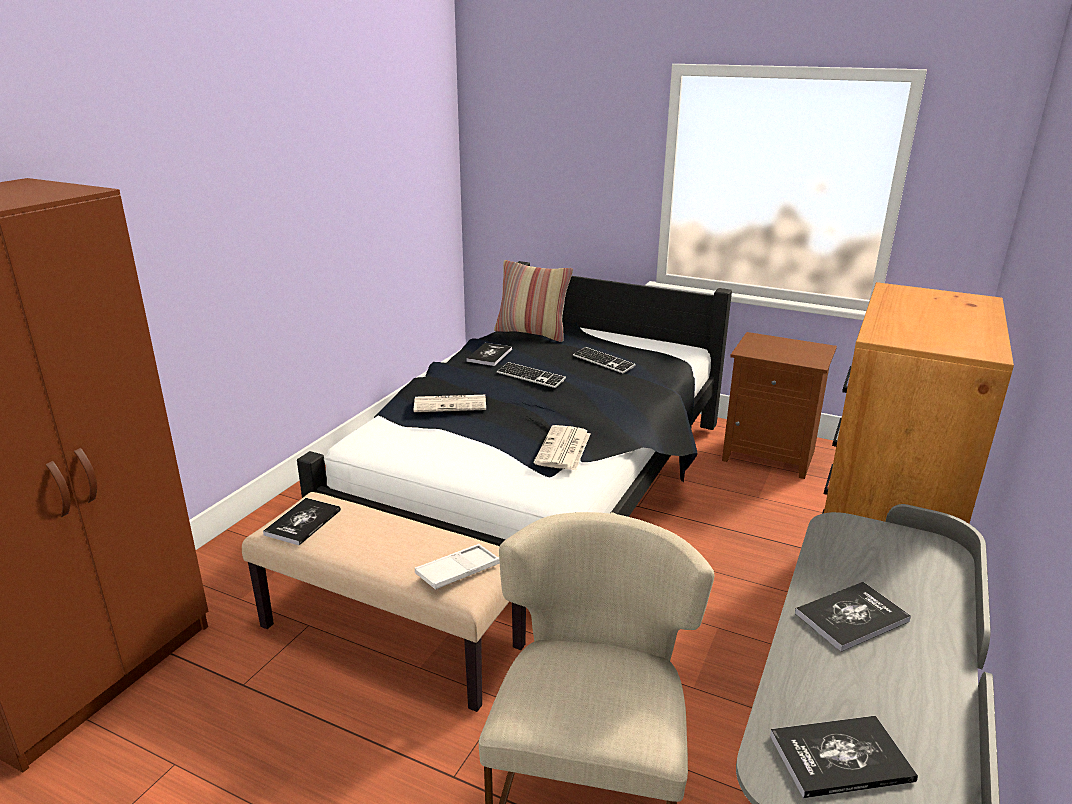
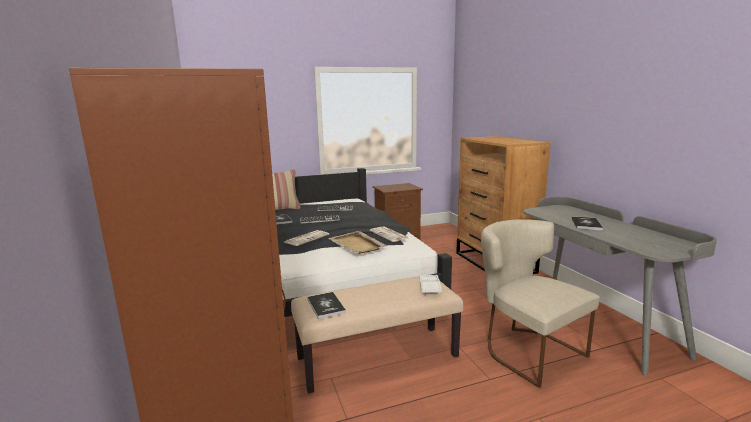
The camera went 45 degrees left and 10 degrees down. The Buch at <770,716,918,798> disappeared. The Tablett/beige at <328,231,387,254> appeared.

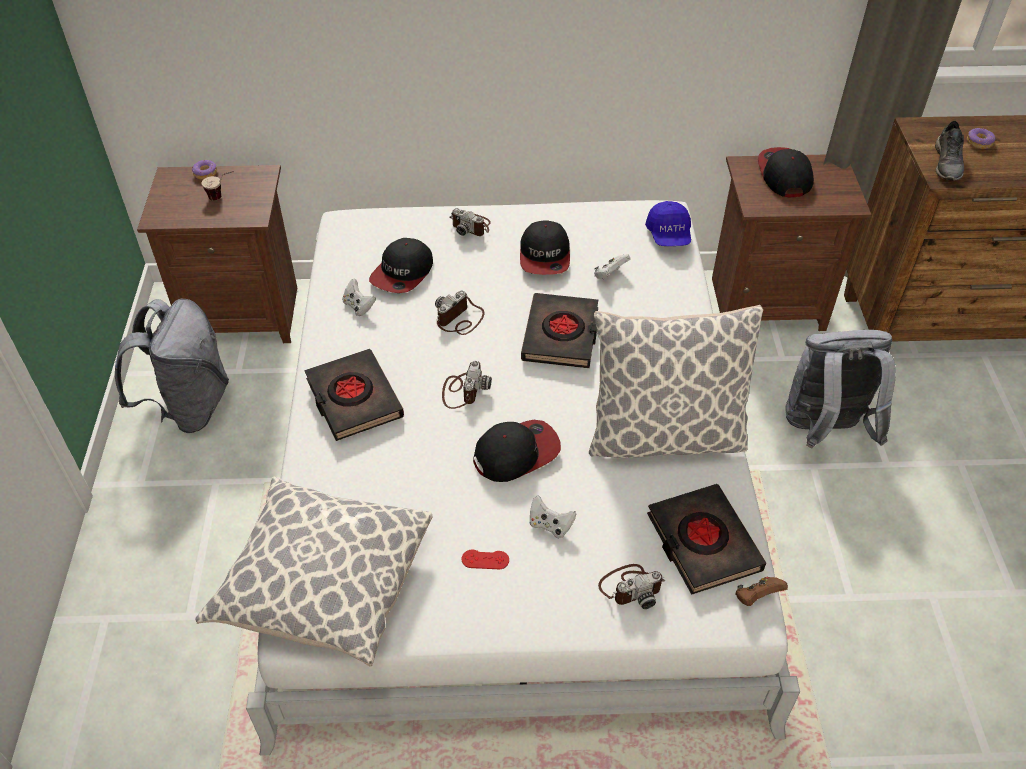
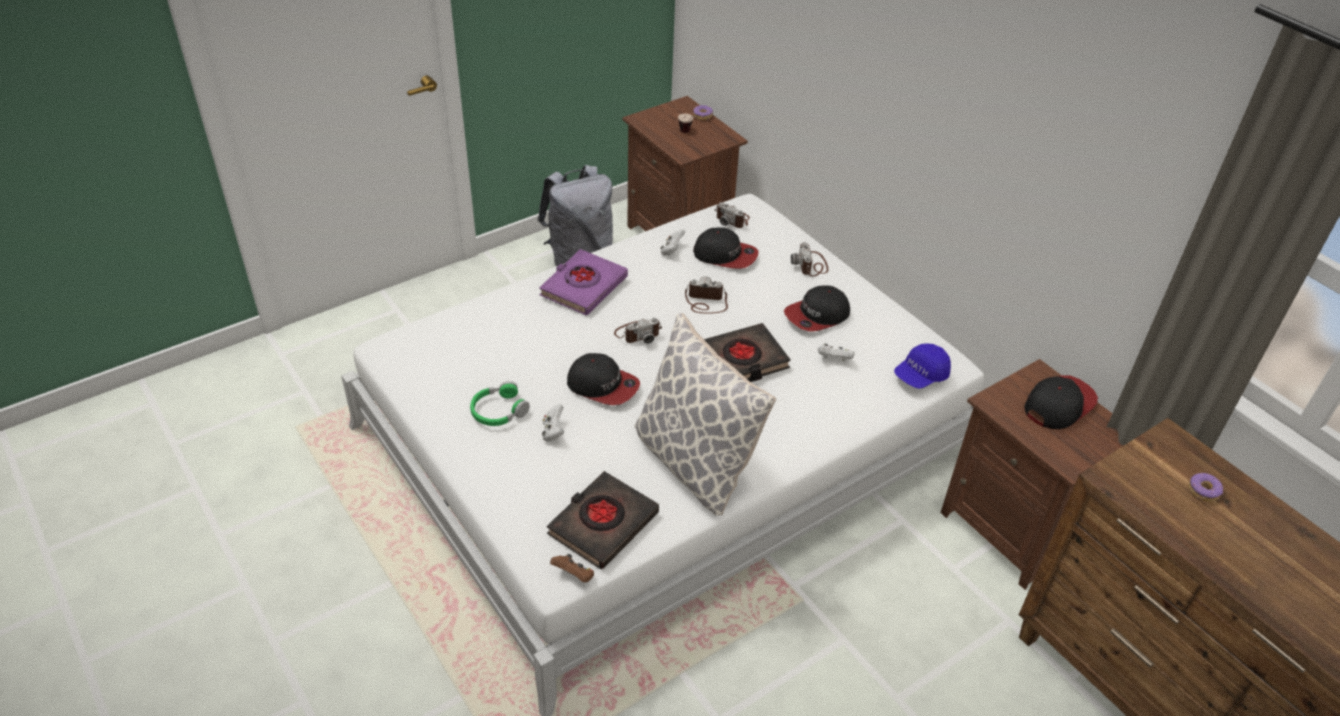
The camera went 55 degrees right and 5 degrees down. The Kissen at <195,477,433,667> disappeared. The Buch/schwarz at <304,349,404,441> became the Buch/lila at <539,249,628,316>. The Kappe at <369,238,433,293> turned 150 degrees counterclockwise. The Gamepad/rot at <462,550,509,569> was replaced by the Kopfhörer/grün at <470,381,530,426>. The Kamera moved from <598,564,665,609> to <715,202,750,228>. The Rucksack/grau at <785,330,896,448> disappeared. The Schuh/grau at <935,121,964,181> disappeared.

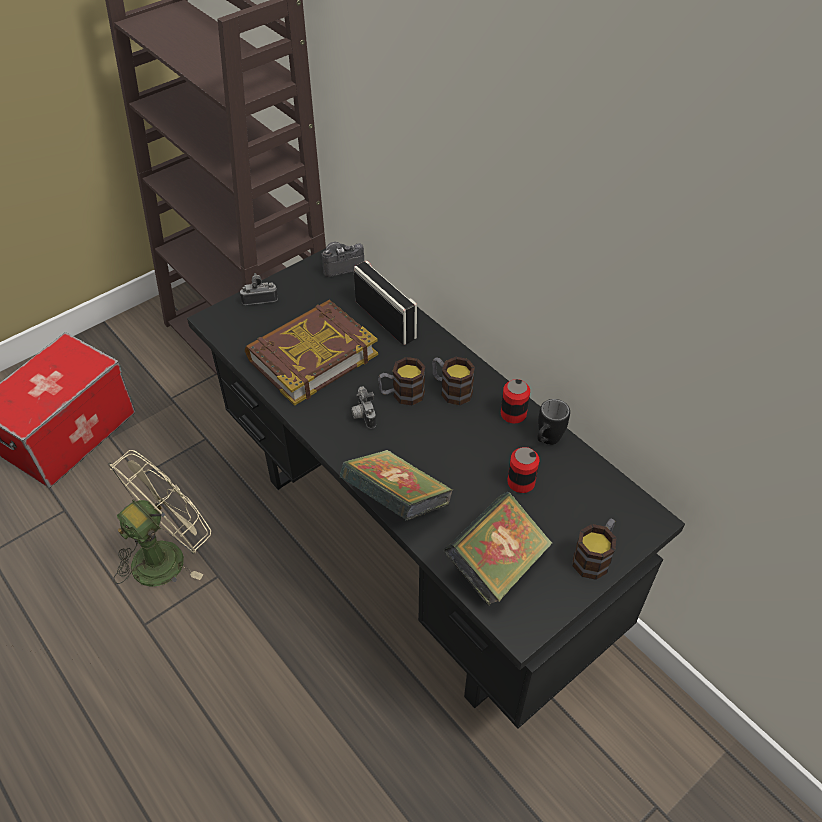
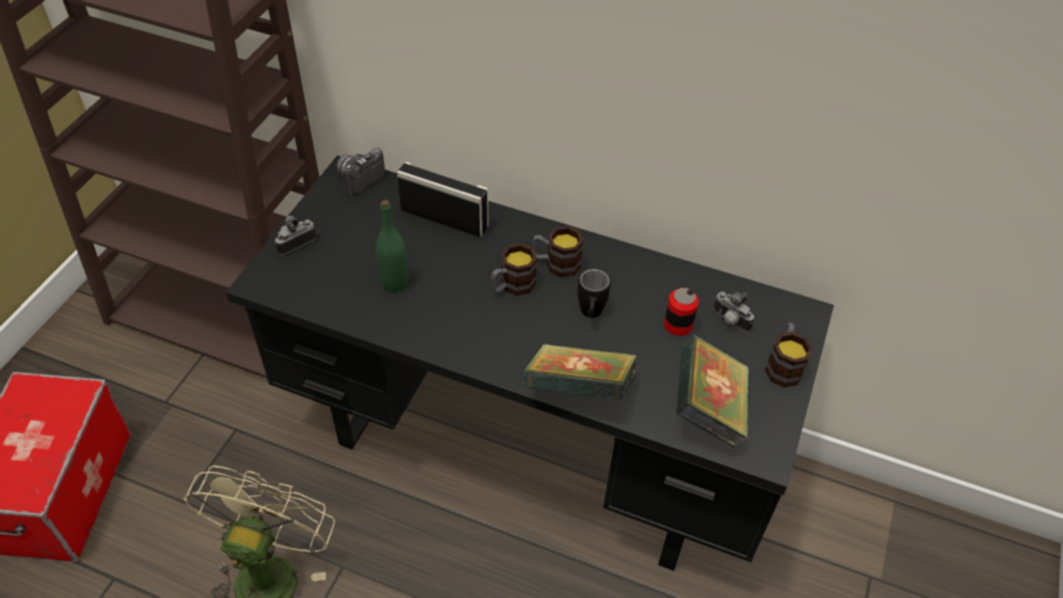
The camera went 30 degrees left and 0 degrees up. The Buch at <245,299,378,406> was replaced by the Flasche/grün at <376,200,408,292>. The Kamera moved from <351,386,376,429> to <713,292,754,332>. The Dose at <501,379,530,423> disappeared. The Henkelbecher/schwarz moved from <537,399,570,445> to <578,269,611,318>.

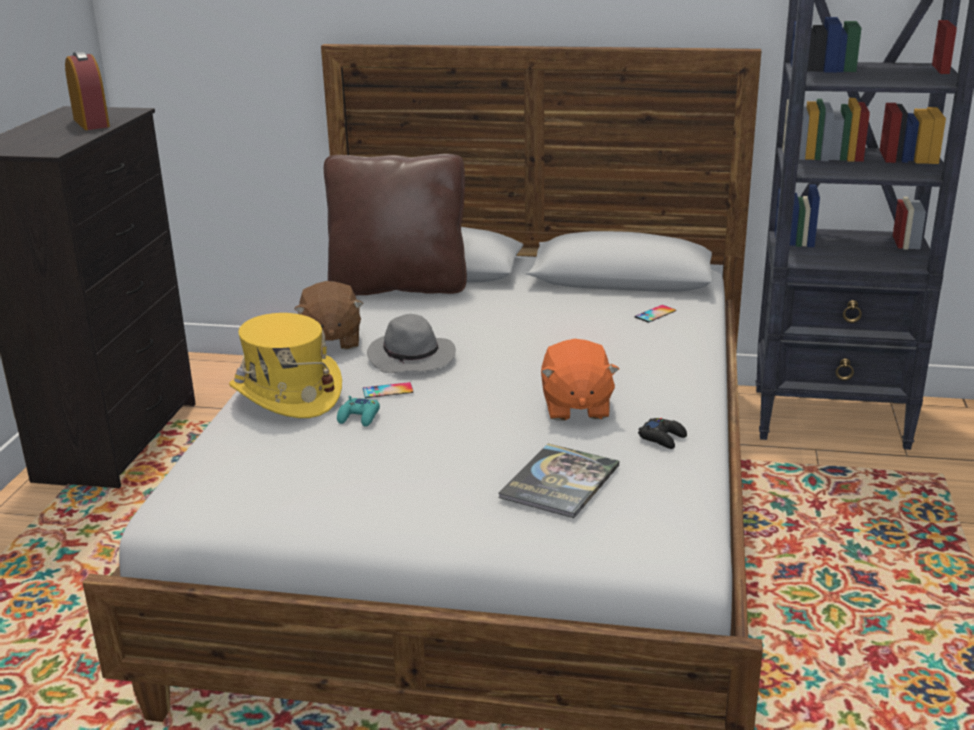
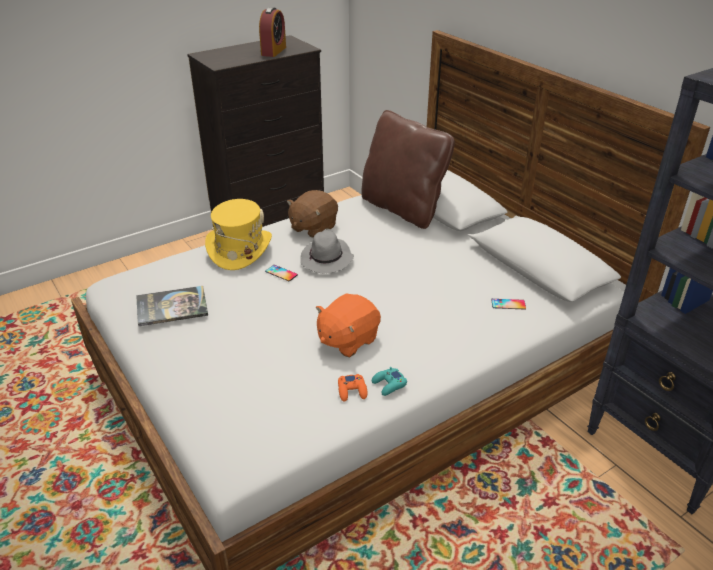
The camera went 45 degrees right and 10 degrees up. The Gamepad/türkis moved from <337,396,380,427> to <372,367,407,396>. The Buch moved from <498,444,619,518> to <136,286,208,326>. The Gamepad/schwarz at <638,418,687,449> became the Gamepad/orange at <338,374,368,402>.

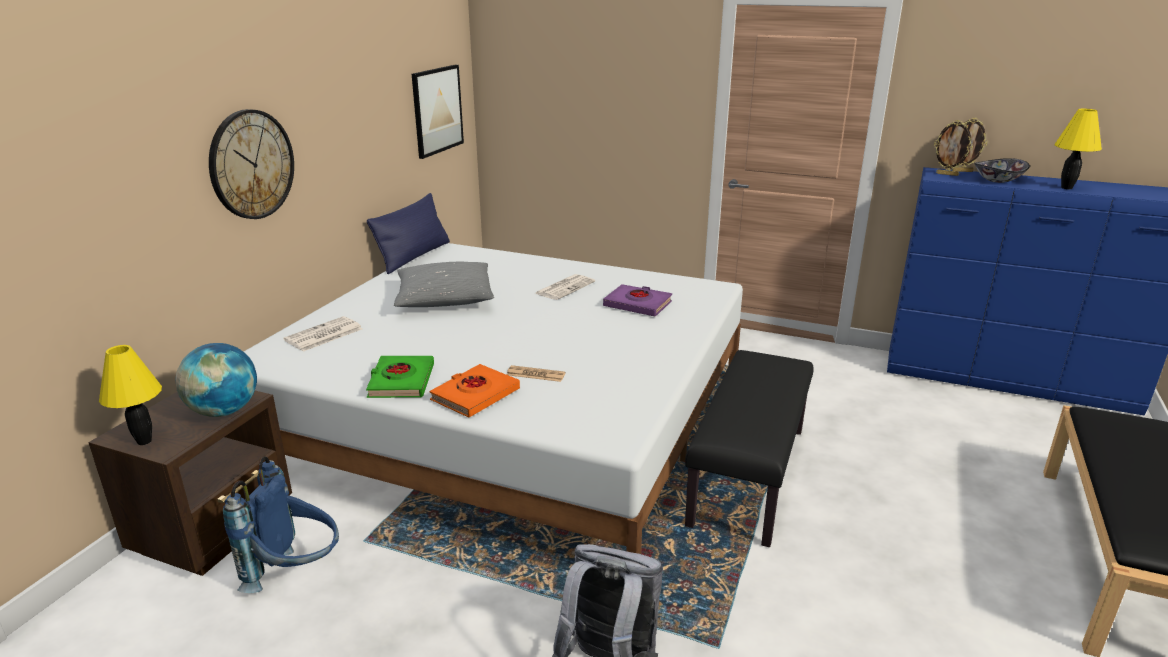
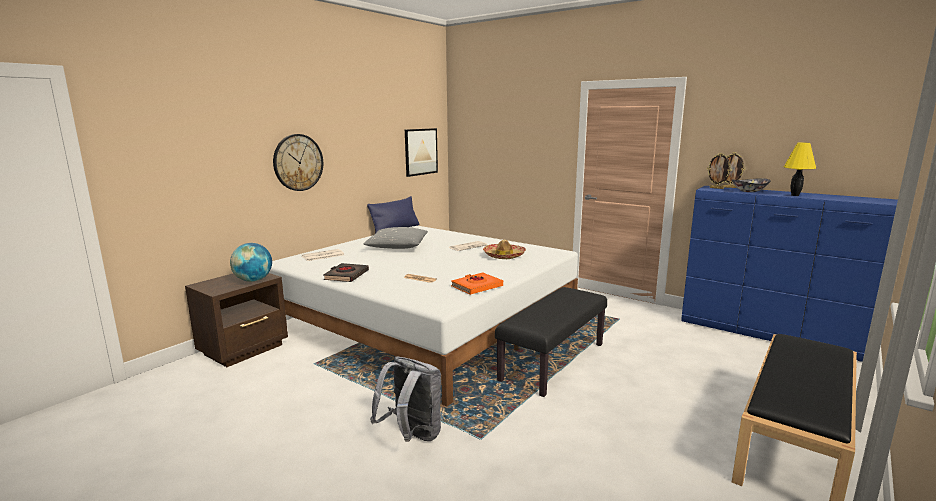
The camera went 15 degrees right and 10 degrees down. The Tischlampe/gelb at <99,345,162,445> disappeared. The Rucksack/blau at <223,456,339,593> disappeared. The Buch/grün at <366,356,434,398> became the Buch/schwarz at <323,263,369,282>. The Buch/orange moved from <430,364,520,418> to <451,272,503,295>. The Buch/lila at <603,284,672,317> was replaced by the Hut at <483,240,526,259>.

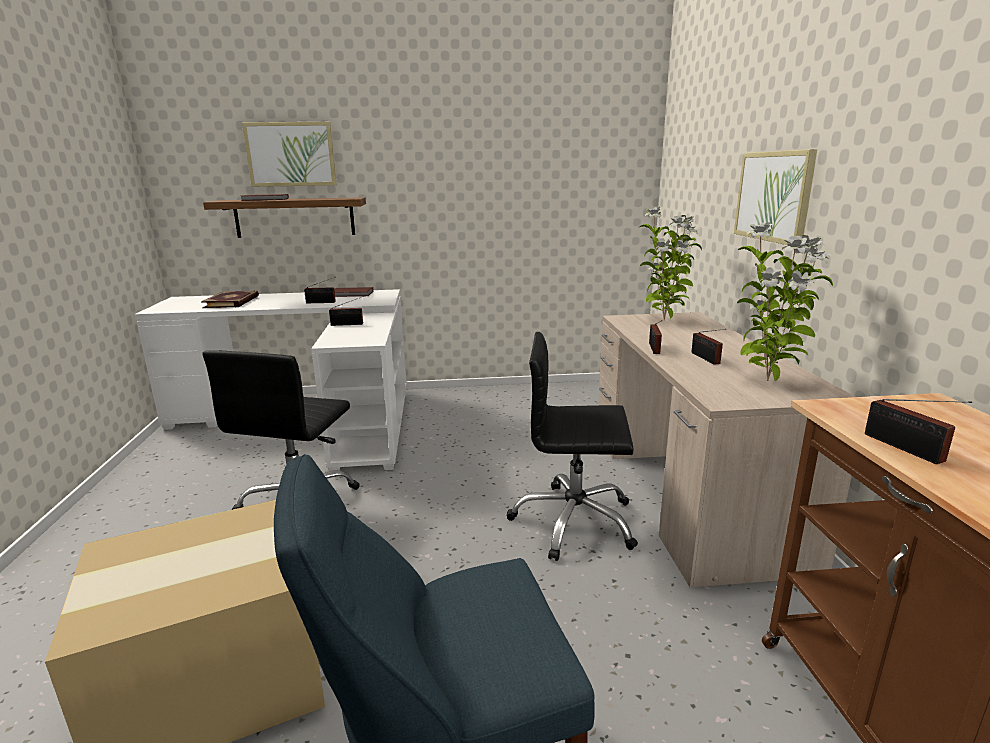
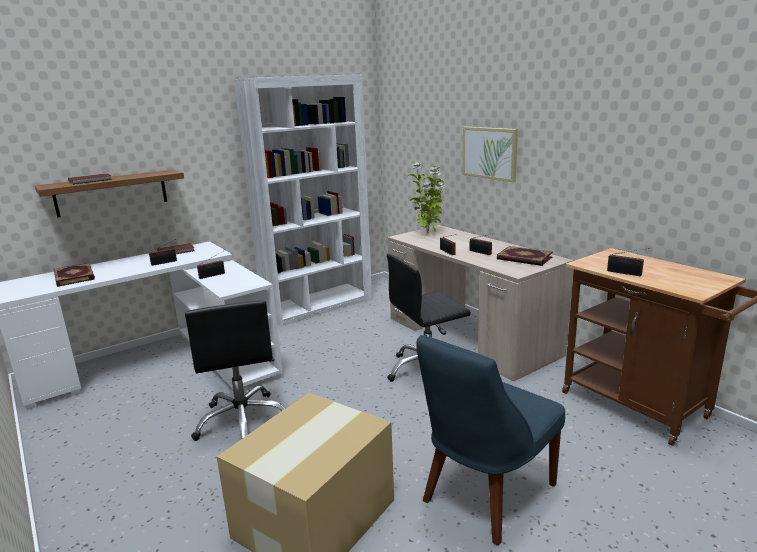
The camera went 30 degrees left and 0 degrees up. The Bild at <242,122,337,187> disappeared. The Topfpflanze at <737,222,833,381> was replaced by the Buch at <497,246,553,266>. The Bücherregal/weiß at <234,74,372,326> appeared.

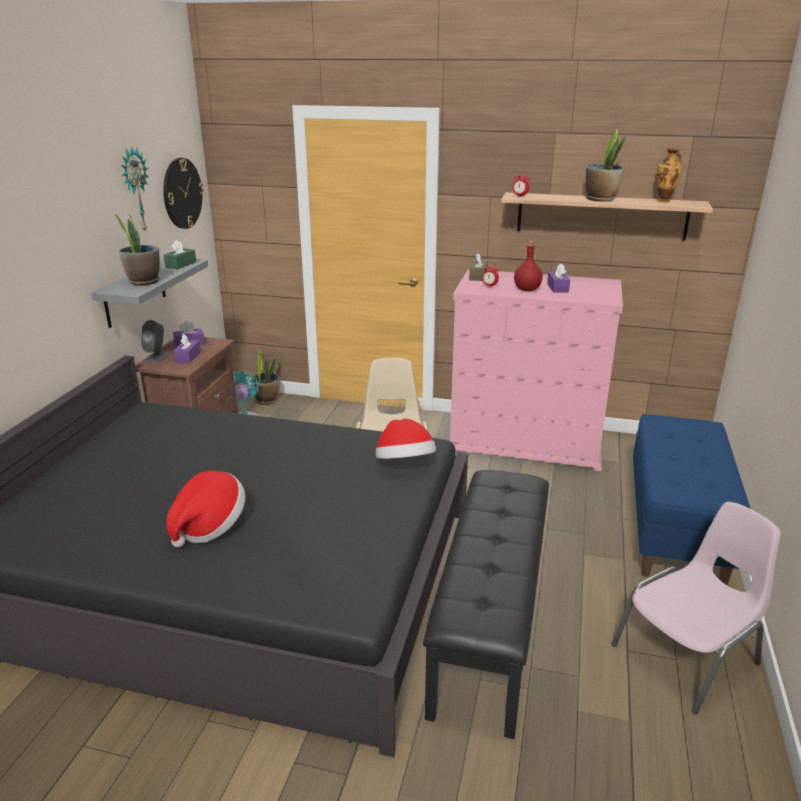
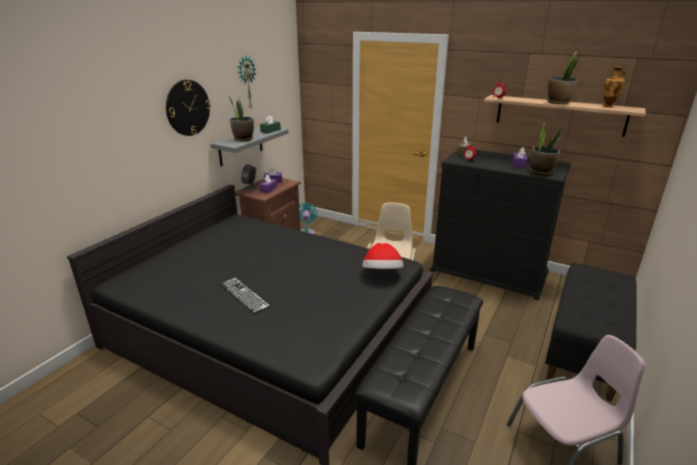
The camera went 15 degrees right and 0 degrees up. The Wanduhr moved from <163,158,204,229> to <166,80,211,136>. The Hut at <166,471,246,548> was replaced by the Tastatur at <220,278,271,314>. The Topfpflanze moved from <251,349,279,405> to <530,123,563,175>. The Kommode/rosa at <449,269,623,472> became the Kommode/schwarz at <430,150,571,300>. The Flasche/rot at <514,241,543,291> disappeared. The Bank/blau at <633,414,750,585> became the Bank/schwarz at <545,263,636,401>.

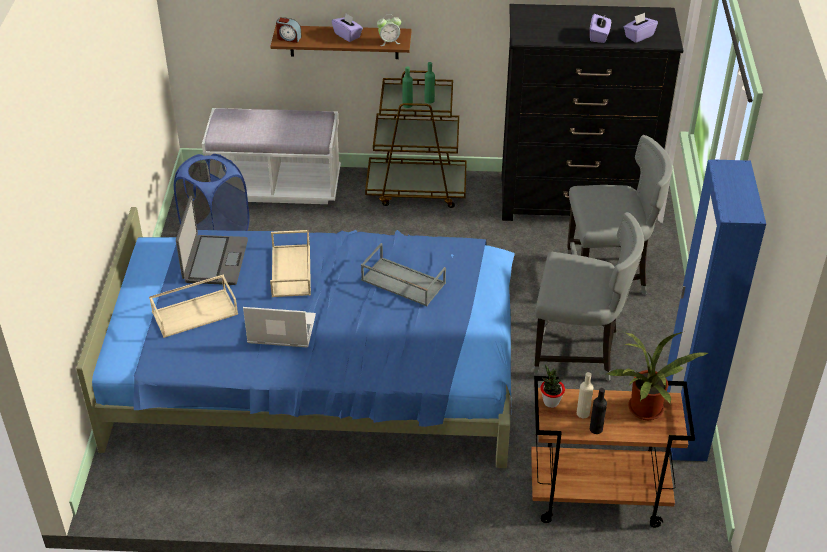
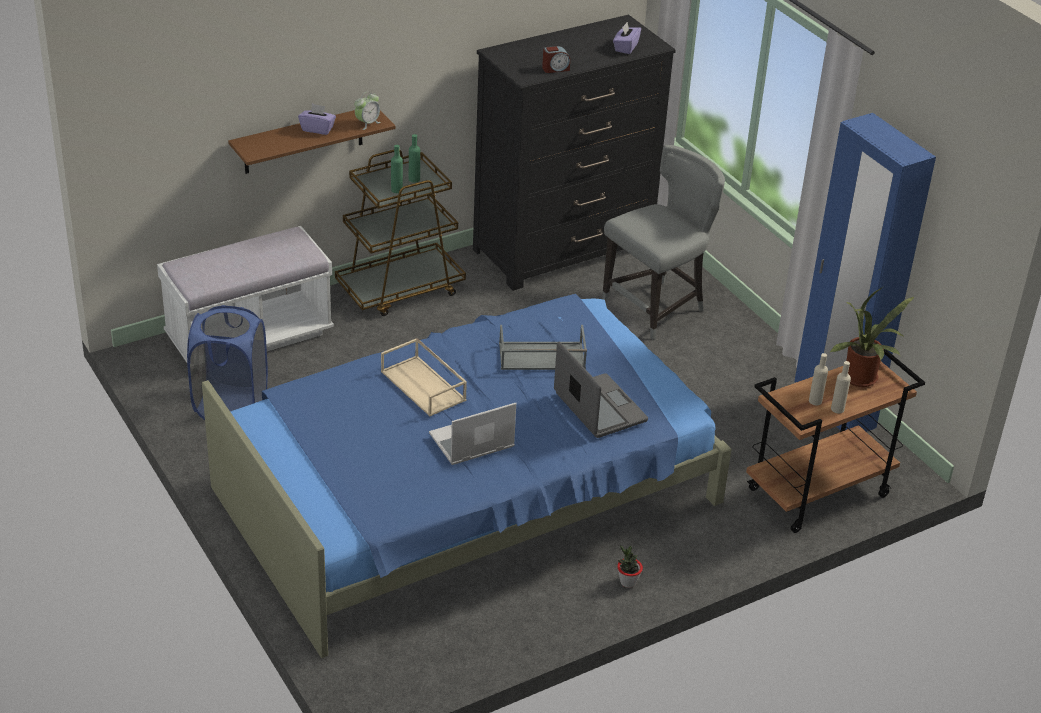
The camera went 35 degrees left and 5 degrees down. The Tablett/beige at <149,274,238,338> disappeared. The Laptop moved from <176,196,248,285> to <554,342,648,438>. The Wecker moved from <276,17,301,43> to <542,46,570,73>. The Stuhl/grau at <534,212,644,381> disappeared. The Topfpflanze moved from <541,364,565,408> to <617,545,643,588>. The Taschentuchbox/lila at <590,14,611,43> disappeared. The Flasche/schwarz at <590,388,607,434> became the Flasche/beige at <831,361,851,413>.

